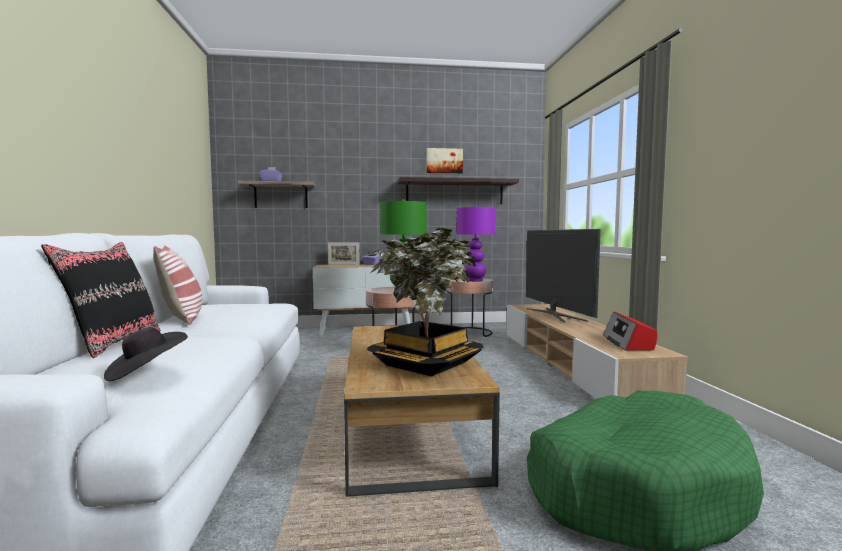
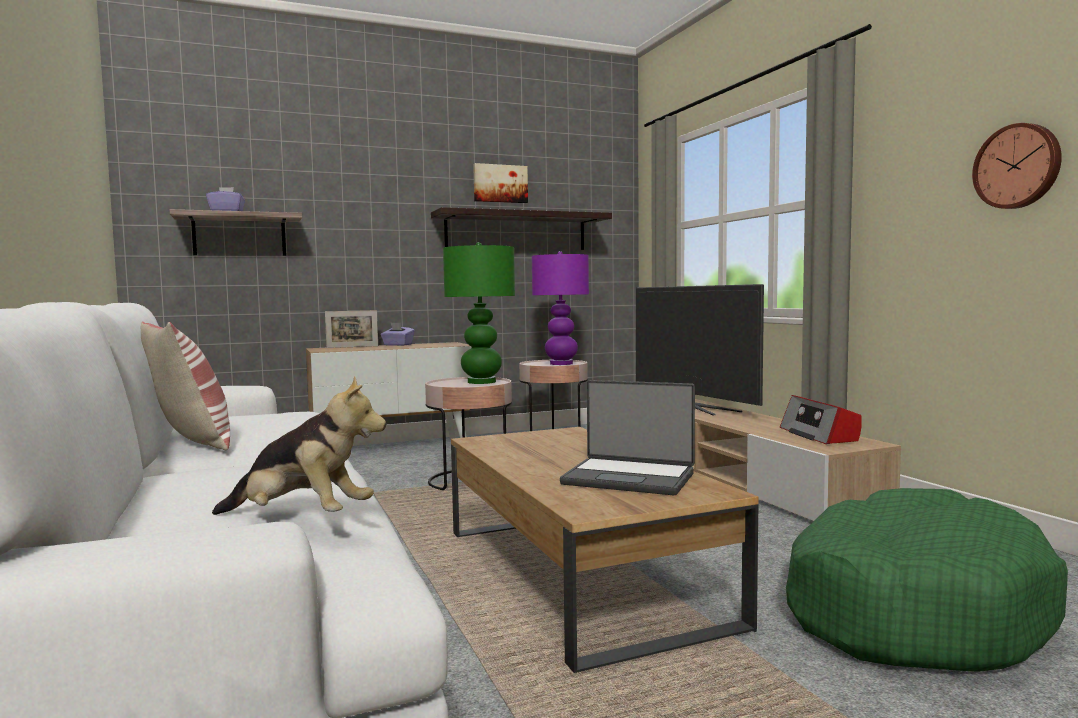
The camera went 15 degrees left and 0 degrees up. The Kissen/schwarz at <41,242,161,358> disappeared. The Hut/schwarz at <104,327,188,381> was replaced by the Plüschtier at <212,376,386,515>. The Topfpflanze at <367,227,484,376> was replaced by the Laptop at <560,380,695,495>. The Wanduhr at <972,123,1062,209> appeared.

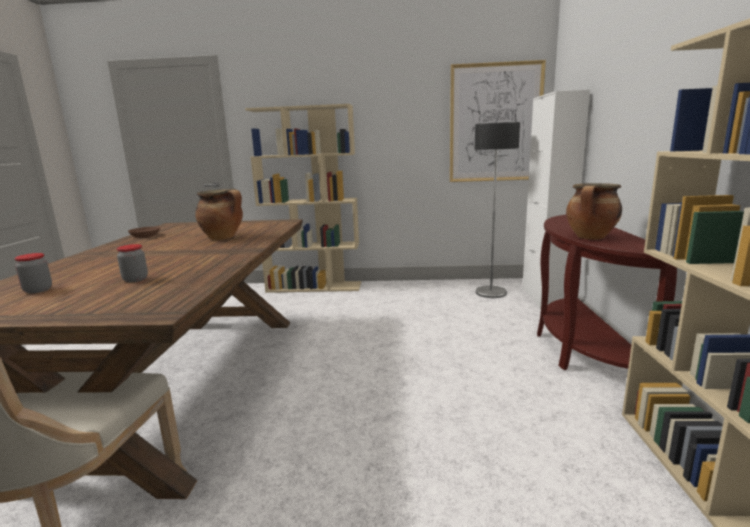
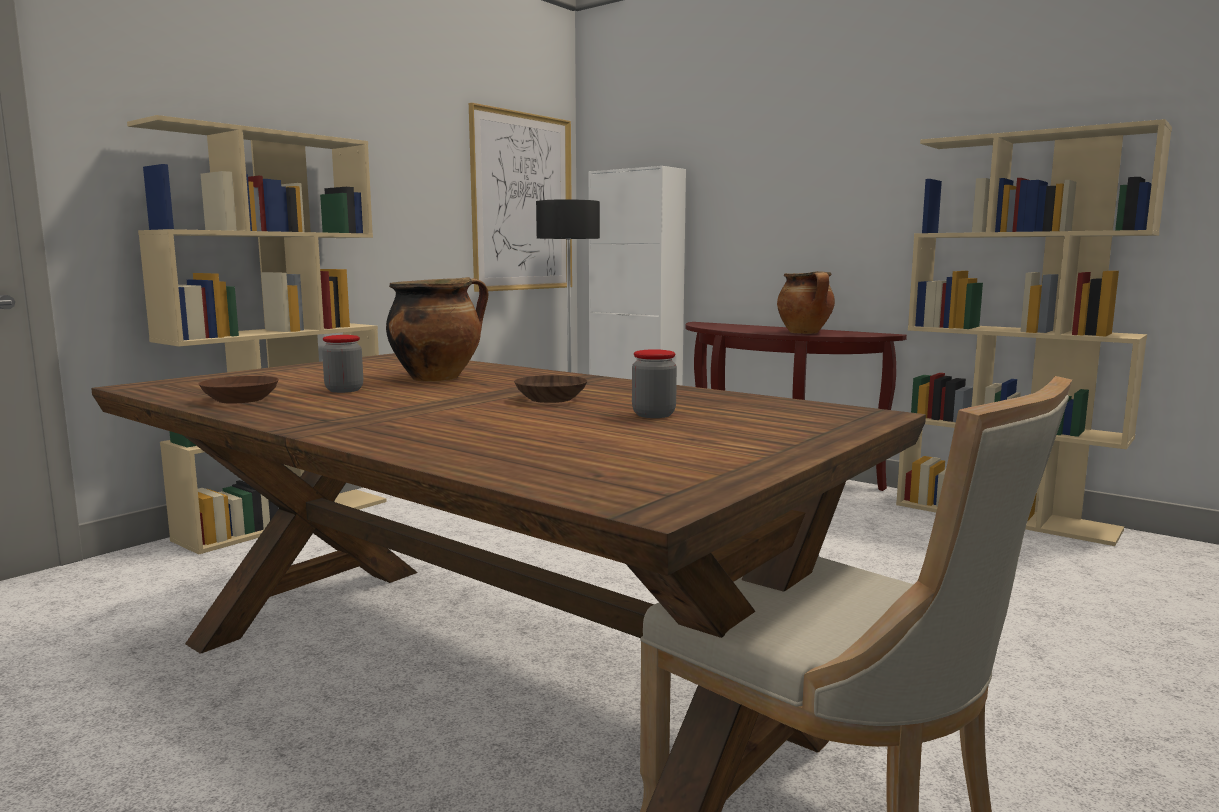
The camera went 55 degrees left and 5 degrees down. The Vorratsglas moved from <14,253,52,294> to <322,335,363,393>. The Schüssel/braun at <514,375,587,403> appeared.

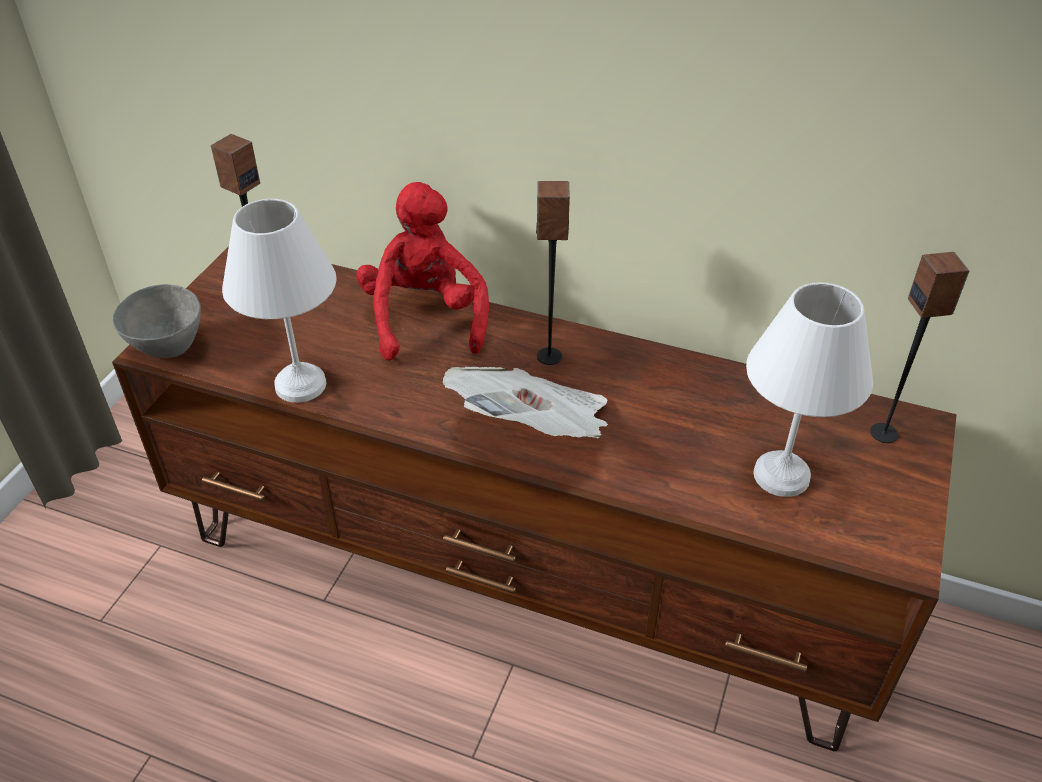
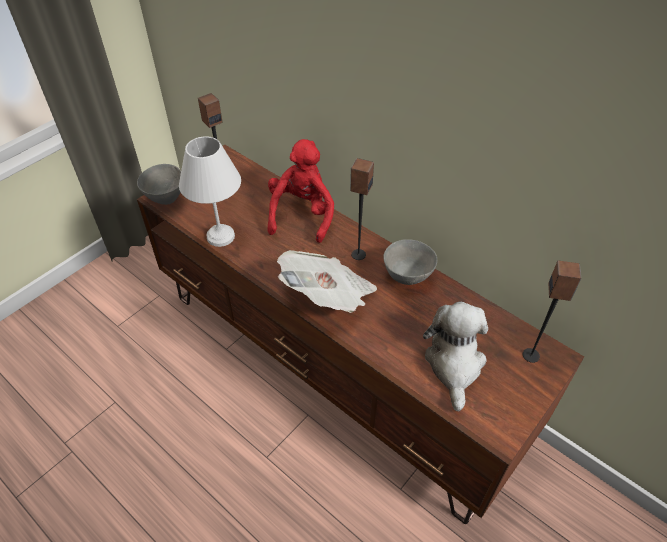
The camera went 20 degrees right and 5 degrees up. The Tischlampe/weiß at <746,282,873,497> was replaced by the Plüschtier at <423,301,488,411>. The Schüssel/grau at <383,239,437,285> appeared.

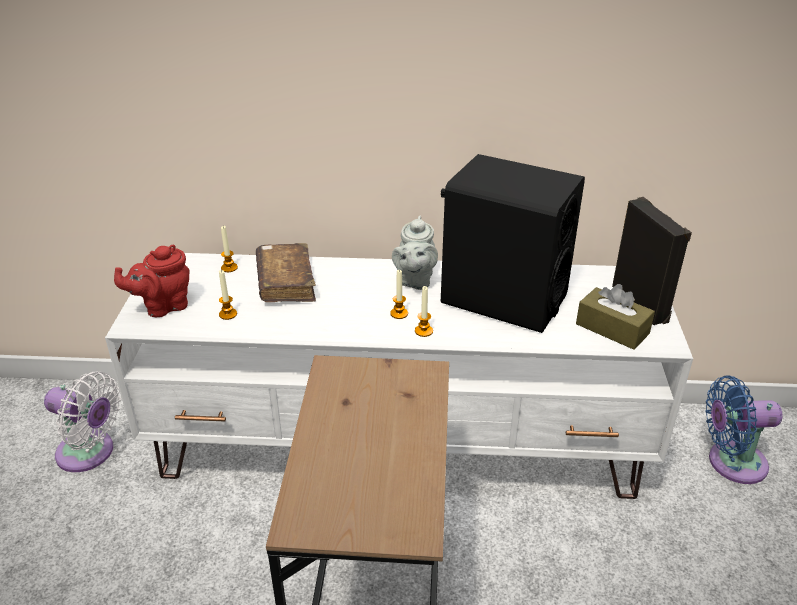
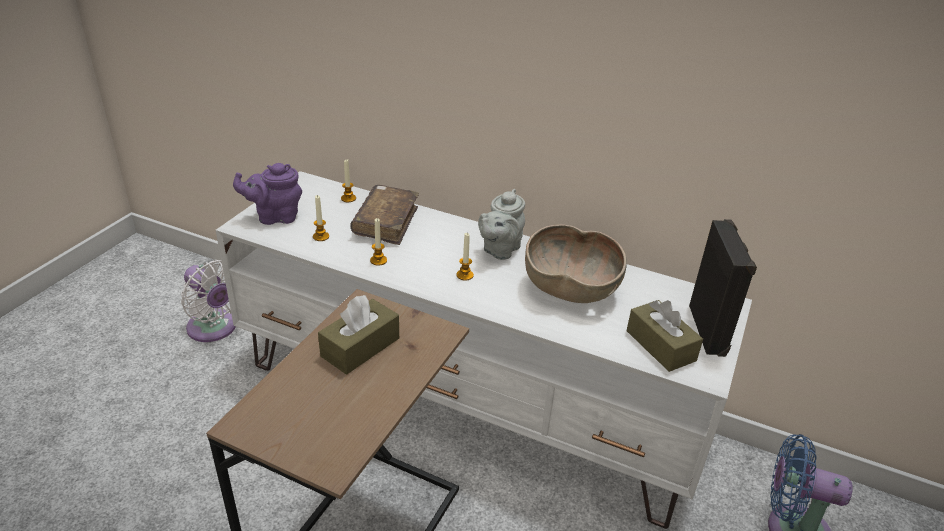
The camera went 20 degrees right and 0 degrees up. The Teekanne/rot at <114,245,190,317> became the Teekanne/lila at <233,163,302,225>. The Kerze moved from <415,286,433,337> to <370,218,387,266>. The Lautsprecher/schwarz at <441,154,585,333> was replaced by the Schüssel/braun at <525,224,627,303>. The Taschentuchbox/braun at <318,295,399,375> appeared.

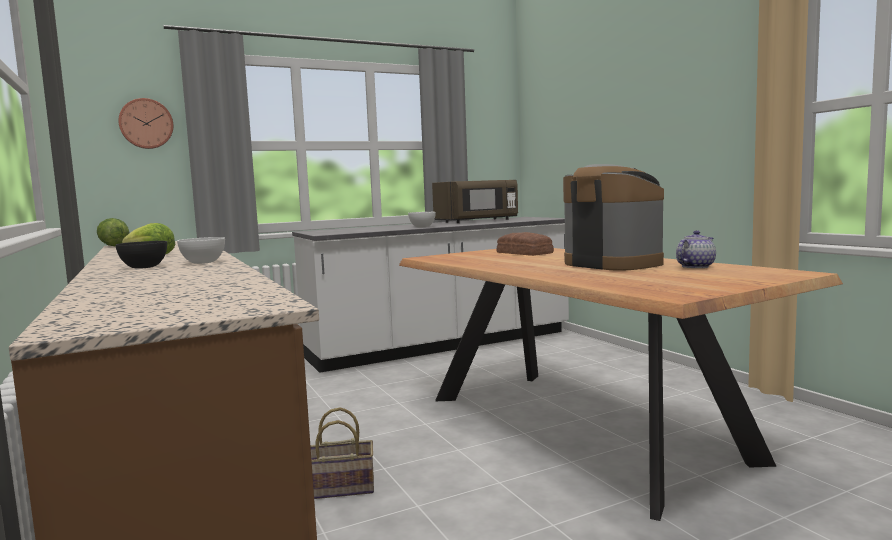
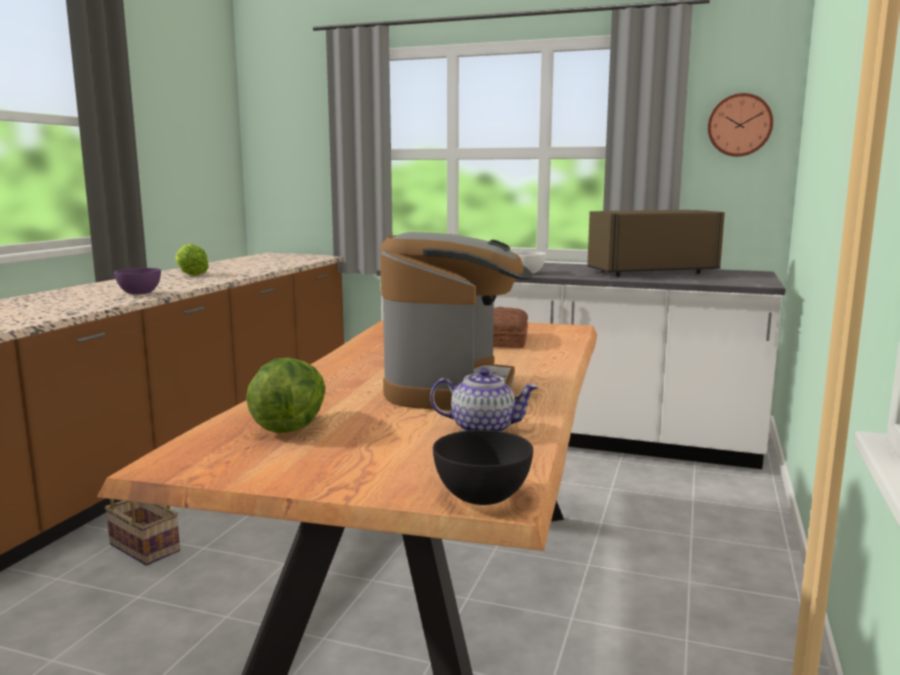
The camera went 45 degrees right and 5 degrees up. The Salatkopf moved from <97,218,129,246> to <246,357,325,433>. The Schüssel/schwarz moved from <115,241,167,269> to <433,430,533,505>. The Wanduhr moved from <118,98,173,149> to <708,93,773,157>. The Schüssel/weiß at <177,237,225,264> became the Schüssel/lila at <114,268,161,295>. The Mikrowelle/braun at <432,180,518,223> turned 150 degrees clockwise.

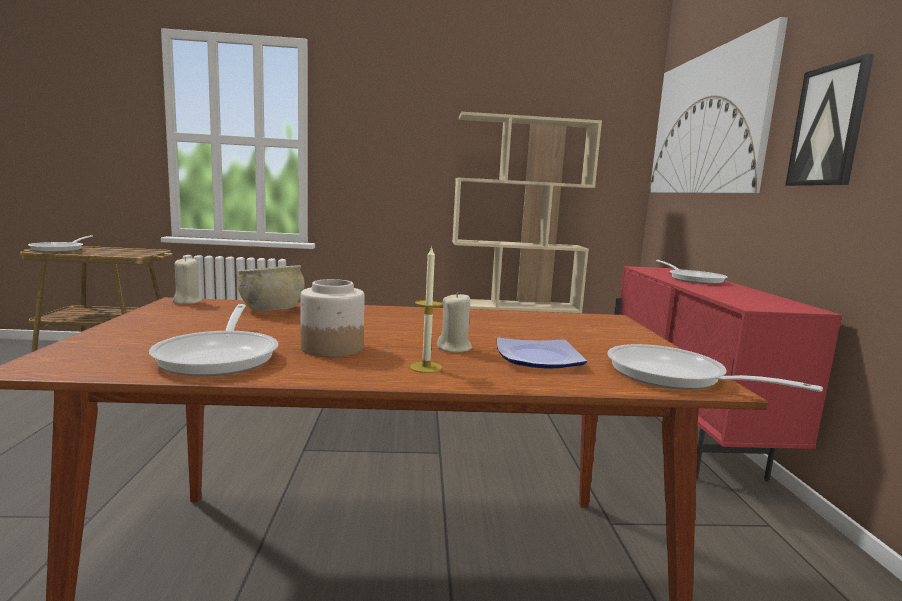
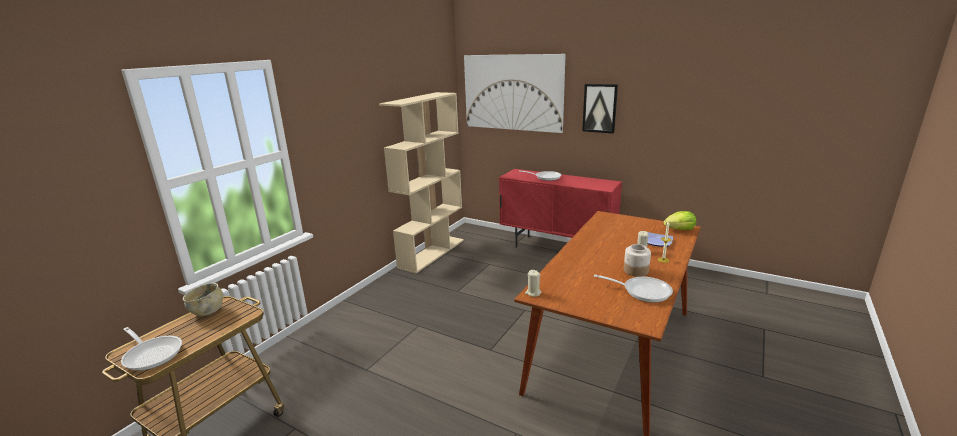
The camera went 55 degrees left and 10 degrees up. The Schüssel/beige moved from <238,265,305,311> to <183,283,223,316>. The Pfanne at <607,344,823,392> was replaced by the Salatkopf at <663,211,696,230>.

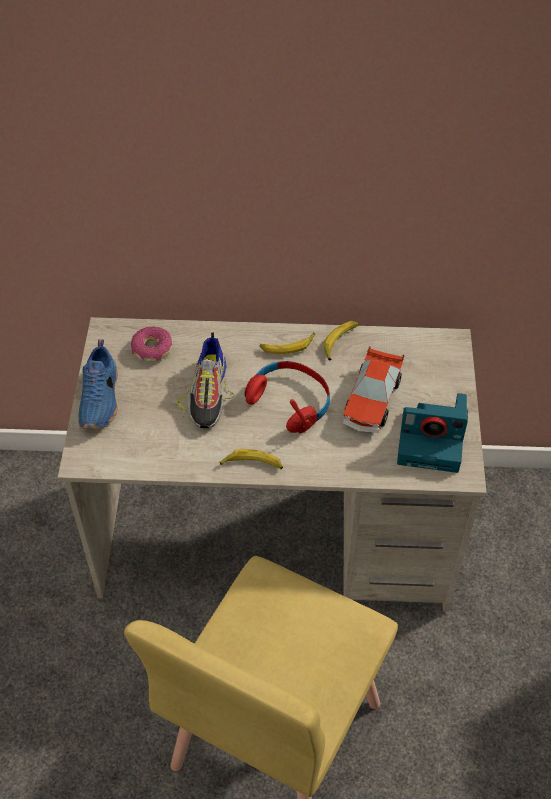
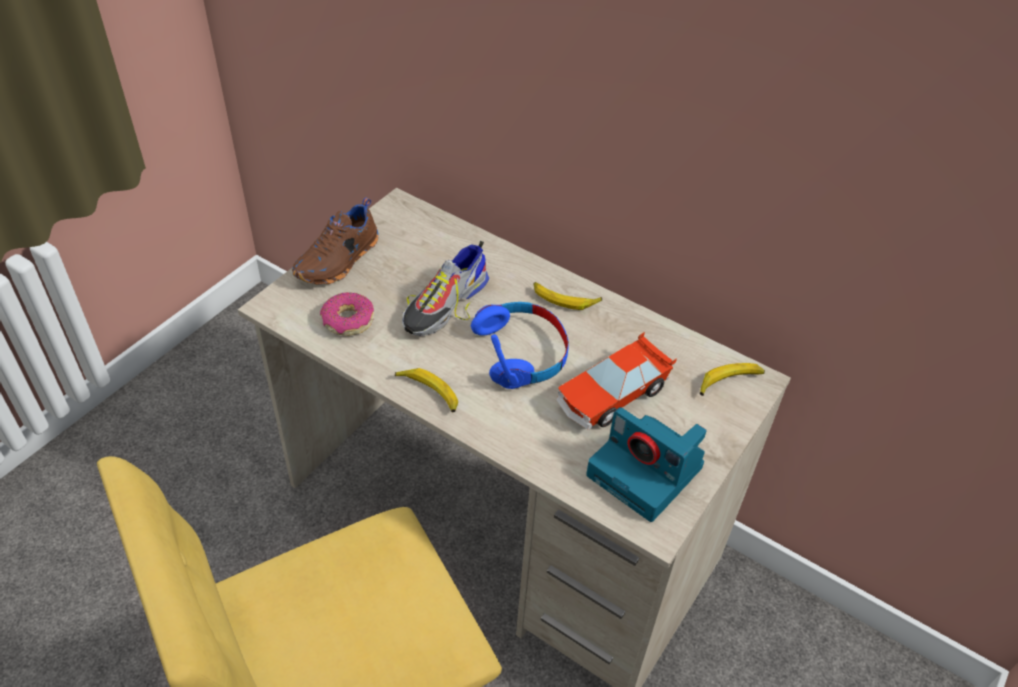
The camera went 30 degrees right and 5 degrees down. The Schuh/blau at <78,339,117,429> became the Schuh/braun at <292,198,379,285>. The Donut moved from <131,326,173,362> to <320,292,374,336>. The Kopfhörer/rot at <244,361,330,433> became the Kopfhörer/blau at <471,302,569,389>. The Banane moved from <323,321,359,360> to <700,363,765,396>.

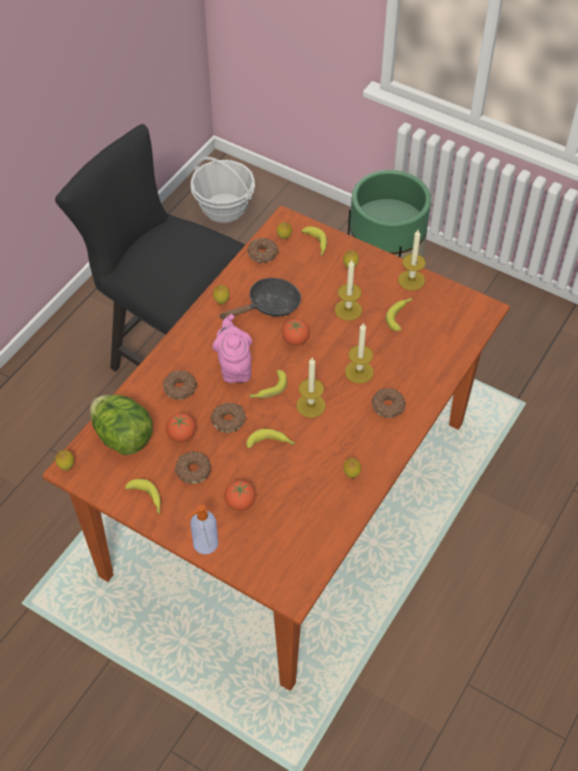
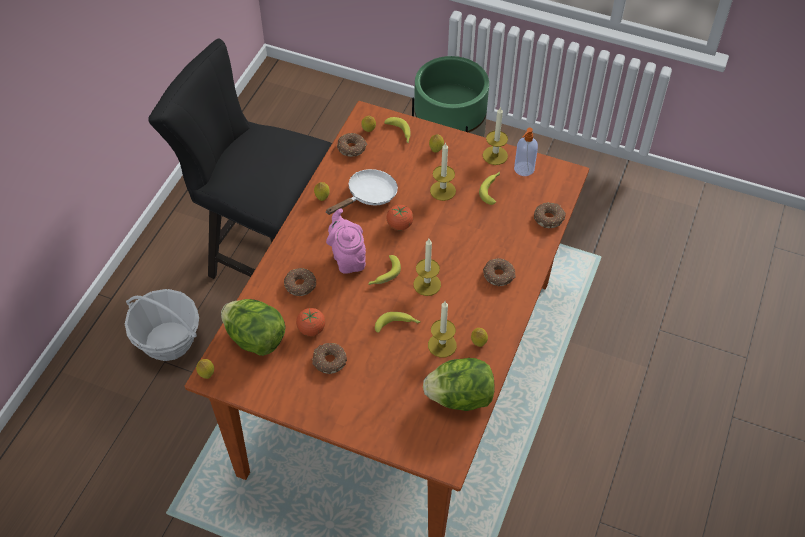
The camera went 10 degrees left and 0 degrees up. The Banane at <125,479,161,514> disappeared. The Seifenspender moved from <189,505,219,555> to <514,128,538,176>. The Korb moved from <191,157,255,223> to <125,289,199,361>. The Donut moved from <211,403,246,433> to <534,202,566,228>. The Pfanne/schwarz at <219,278,301,320> became the Pfanne/weiß at <326,169,398,215>. The Tomate at <224,480,256,511> disappeared. The Kerze moved from <345,322,374,384> to <428,301,457,358>. The Salatkopf at <423,358,495,411> appeared.

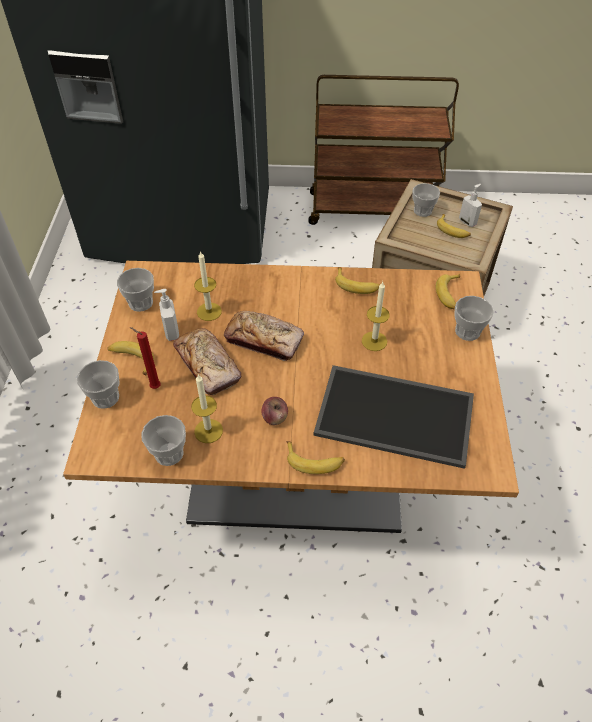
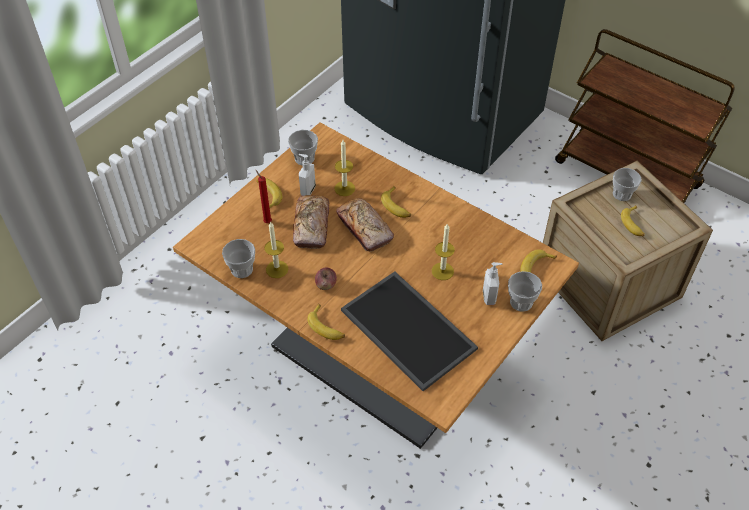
The camera went 35 degrees right and 0 degrees up. The Tasse at <77,360,120,409> disappeared. The Banane moved from <335,267,380,294> to <381,186,411,218>. The Seifenspender moved from <459,184,482,227> to <483,262,502,305>.

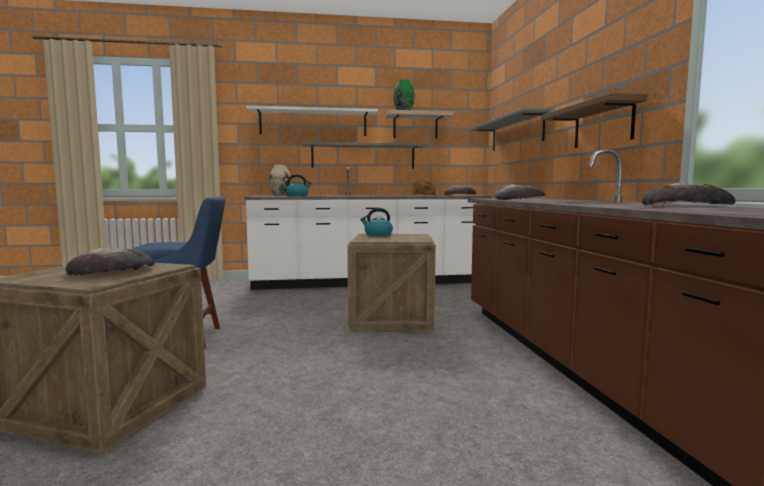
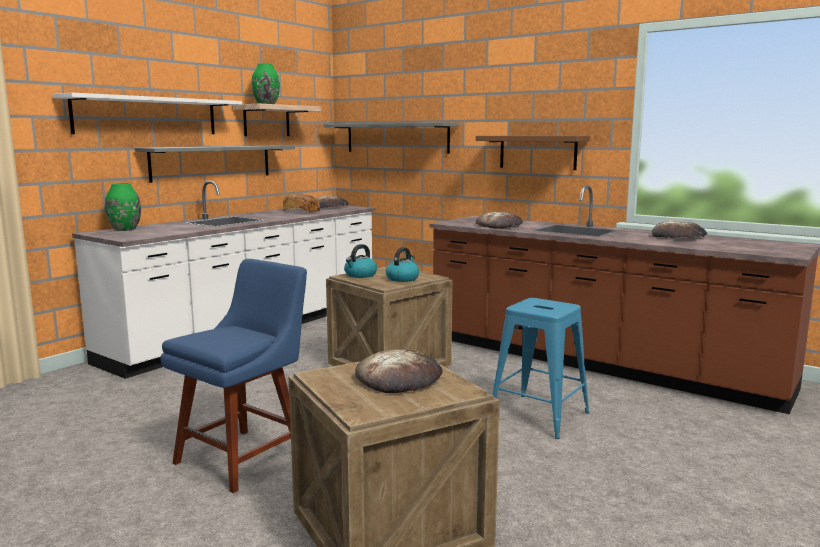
The camera went 45 degrees left and 5 degrees up. The Vase/beige at <269,165,291,196> became the Vase/grün at <105,183,141,231>. The Wasserkessel moved from <286,174,312,196> to <386,247,419,282>. The Hocker/blau at <492,298,589,439> appeared.

